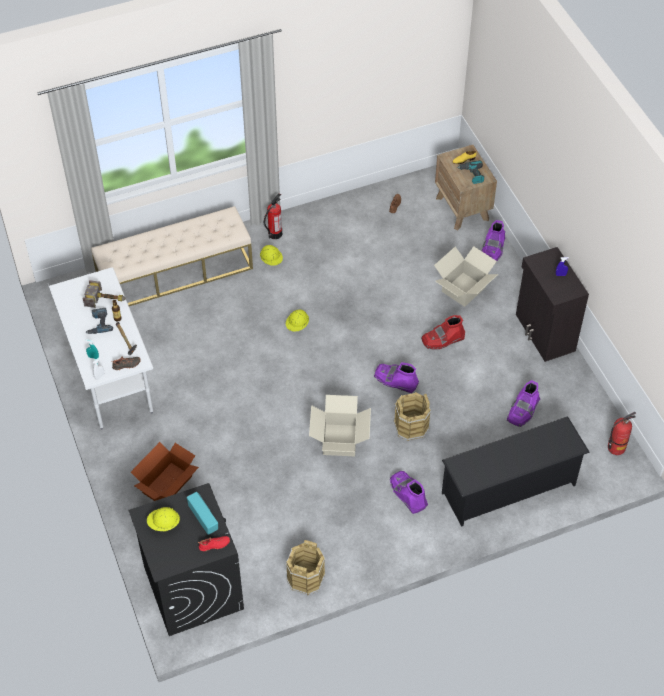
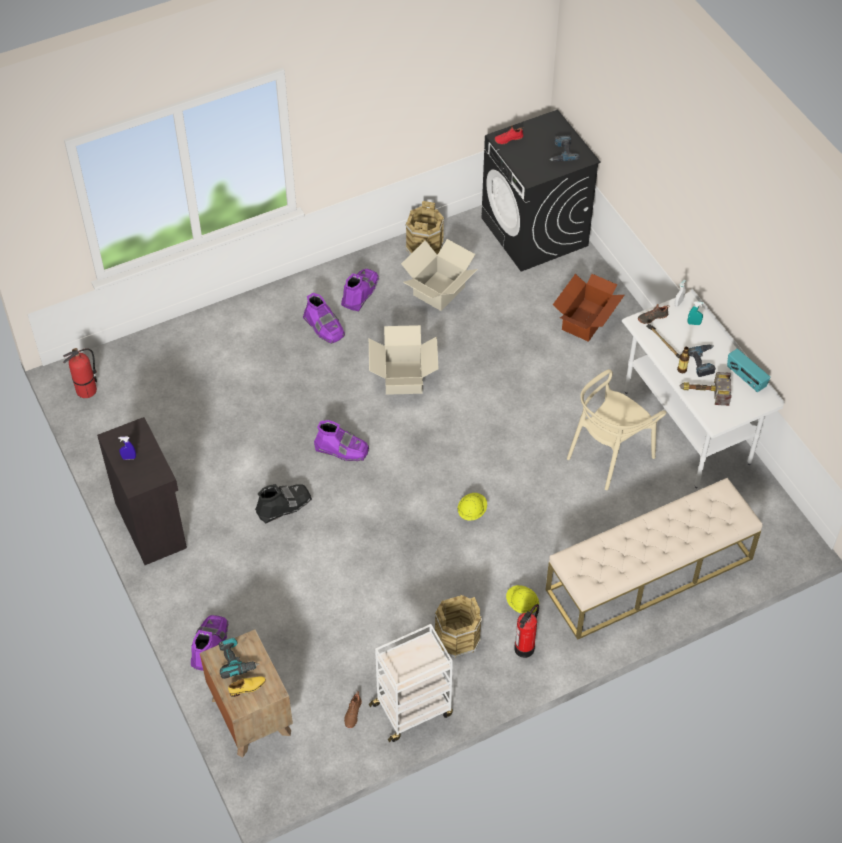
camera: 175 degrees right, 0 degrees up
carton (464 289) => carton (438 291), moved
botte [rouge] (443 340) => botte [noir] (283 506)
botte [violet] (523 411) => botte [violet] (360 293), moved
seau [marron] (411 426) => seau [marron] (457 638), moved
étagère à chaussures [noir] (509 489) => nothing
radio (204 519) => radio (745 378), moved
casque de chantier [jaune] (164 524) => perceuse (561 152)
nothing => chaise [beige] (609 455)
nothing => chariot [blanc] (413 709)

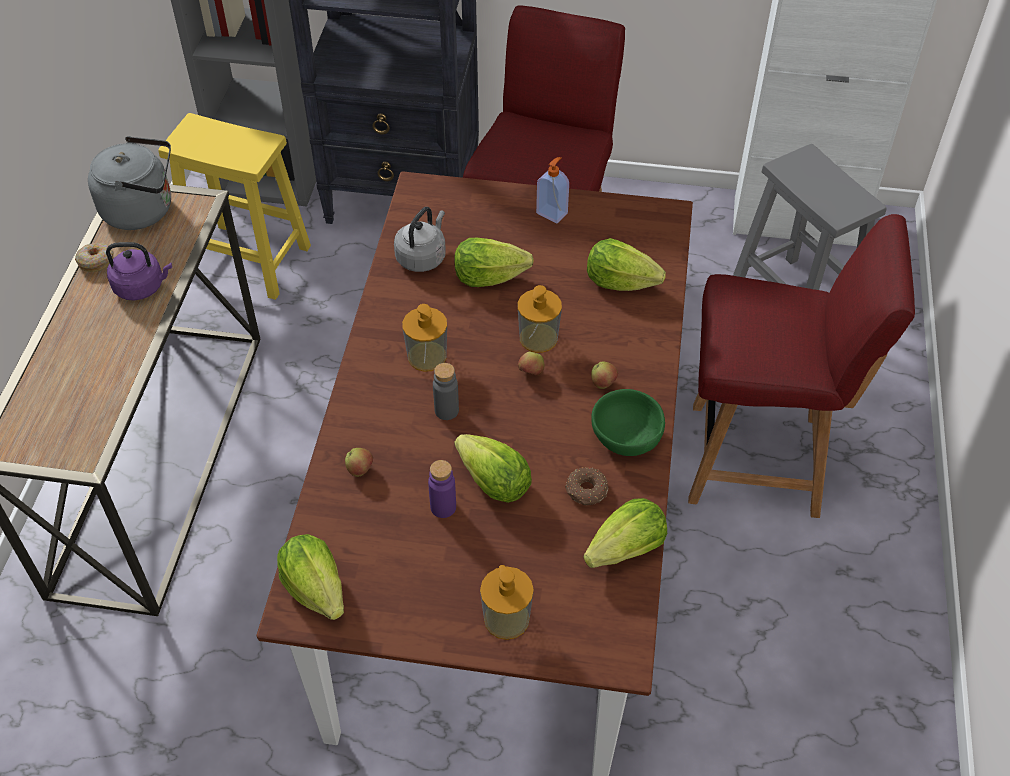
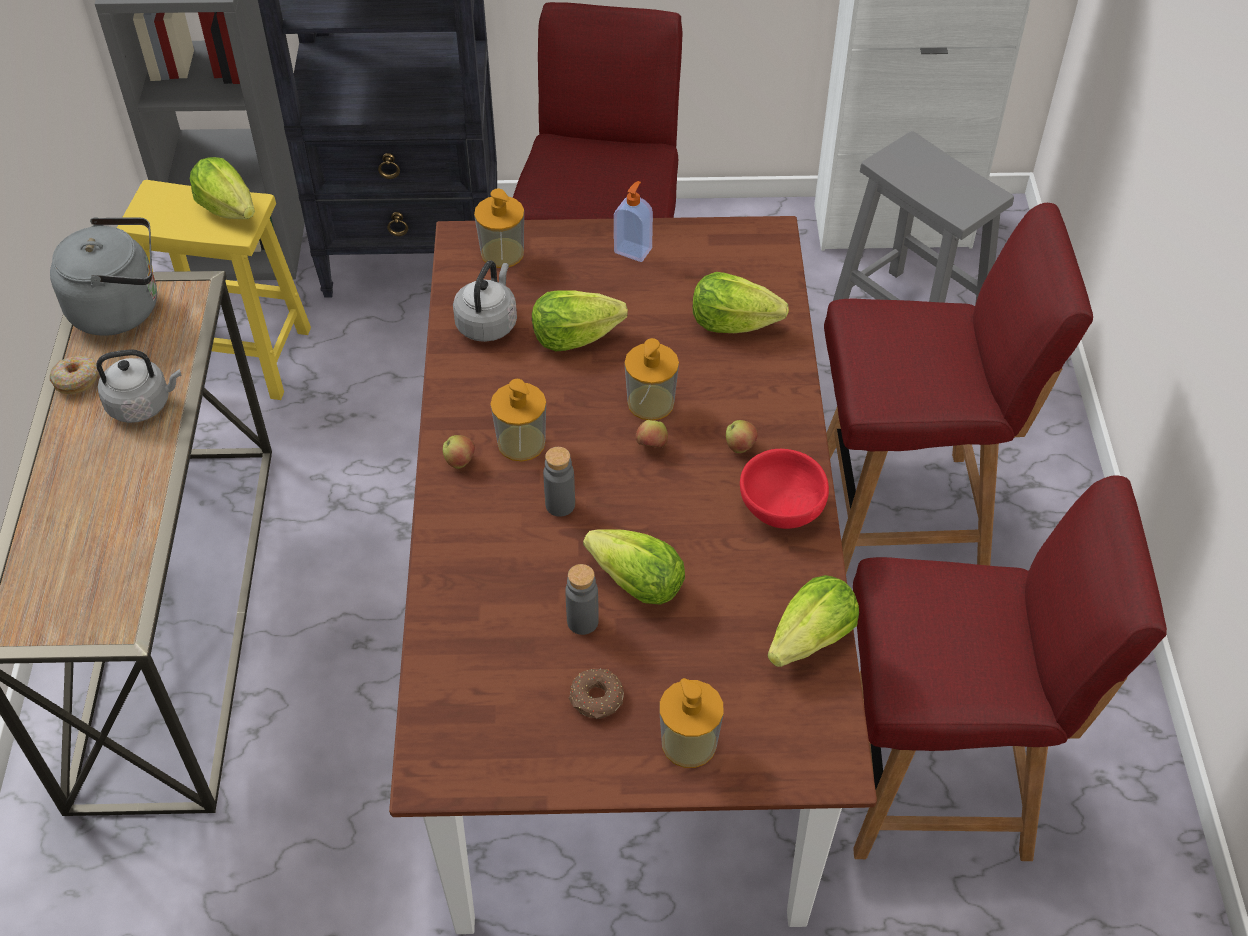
camera: 10 degrees left, 0 degrees up
bouilloire [violet] (142 287) => bouilloire [gris] (143 404)
bol [vert] (626 436) => bol [rouge] (782 506)
pomme (360 470) => pomme (460 462), moved
bouteille [violet] (443 507) => bouteille [gris] (582 621)
beignet (586 491) => beignet (596 699), moved
laitue (315 588) => laitue (228 208), moved
nothing => distributeur de savon (502 253)
nothing => chaise [rouge] (940 781)

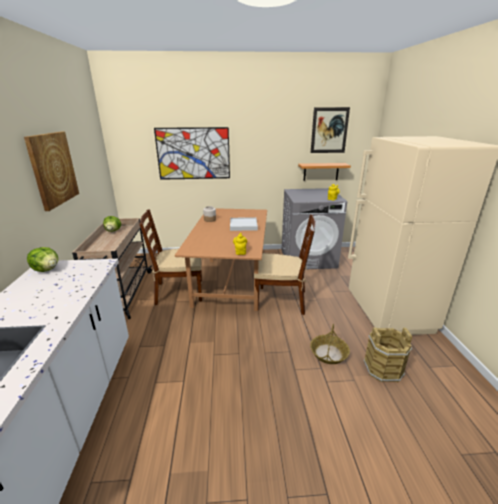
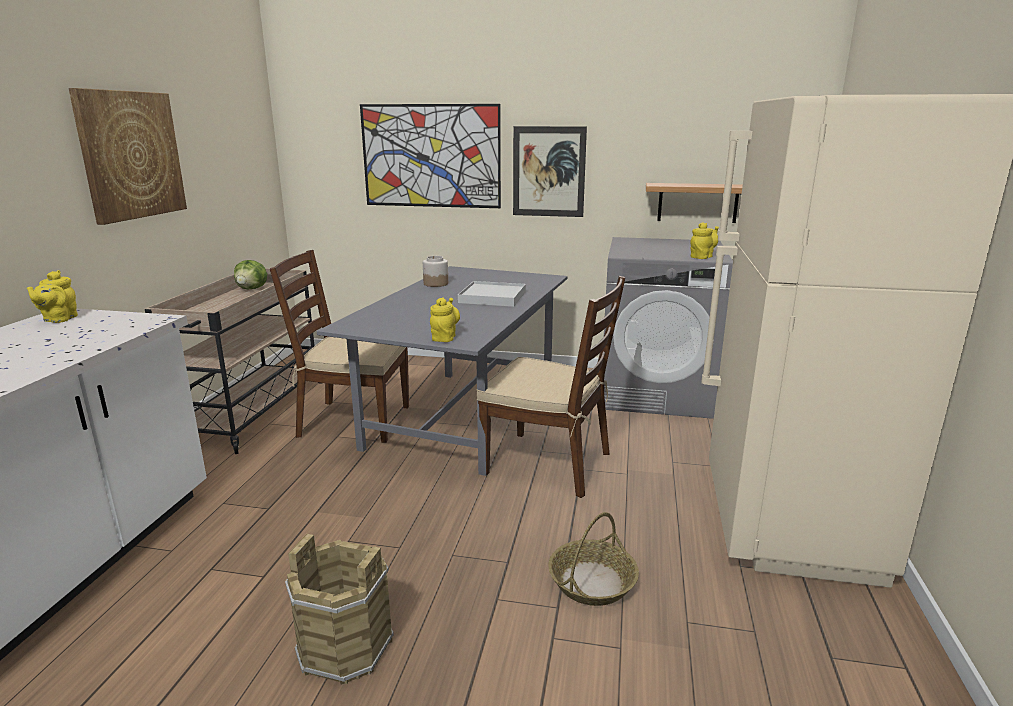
camera: 15 degrees right, 5 degrees down
tableau (329 130) => tableau (548 172), moved
table à manger [marron] (231 282) => table à manger [gris] (464 418)
laitue (47 269) => théière [jaune] (59 319)
seau [marron] (383 369) => seau [marron] (345 647), moved

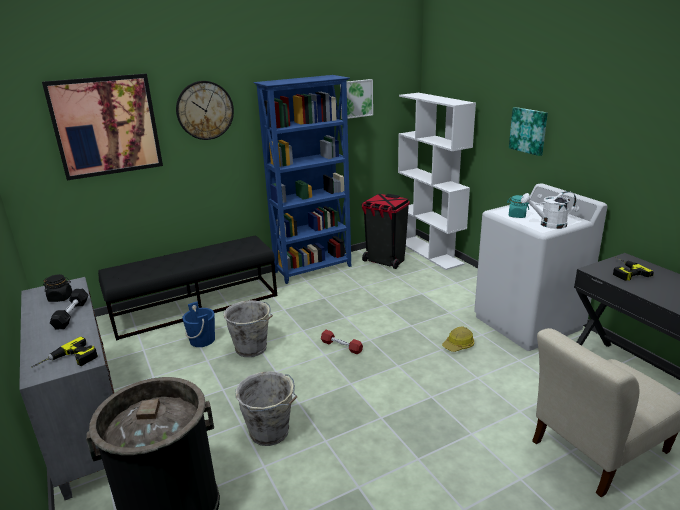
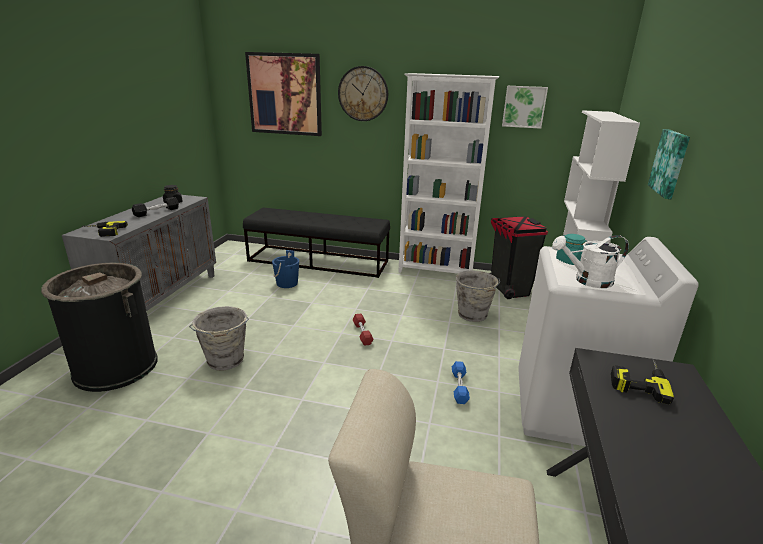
camera: 40 degrees right, 0 degrees up
bibliothèque [bleu] (314 269) => bibliothèque [blanc] (436 271)
arrosoir [blanc] (548 224) => arrosoir [blanc] (587 281), 45 degrees counterclockwise
seau [gris] (252 349) => seau [gris] (473 315), moved
casque de chantier (458 345) => haltère [bleu] (459 387)

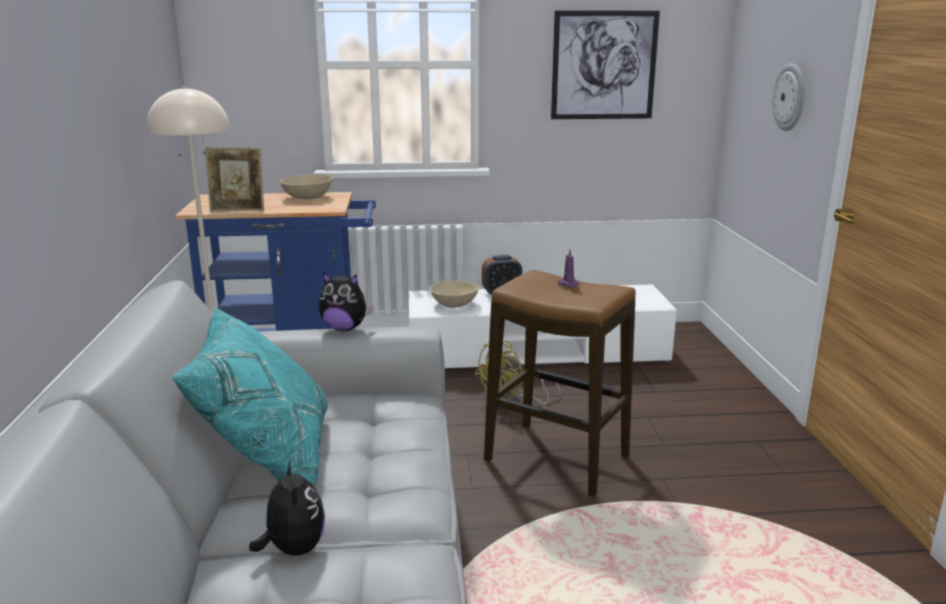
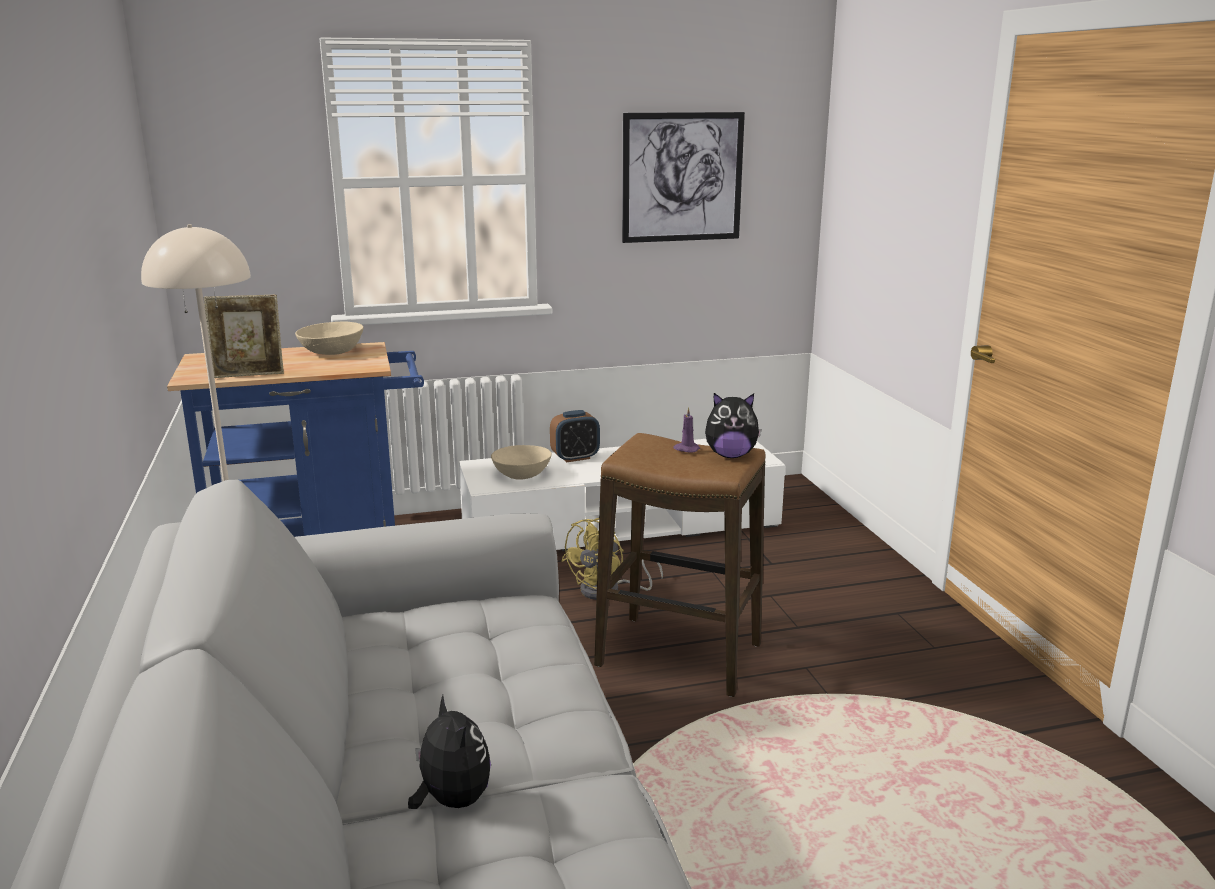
camera: 10 degrees left, 0 degrees up
horloge murale (790 97) => nothing
peluche (345 328) => peluche (730 455), moved
coussin [turquoise] (268 457) => nothing

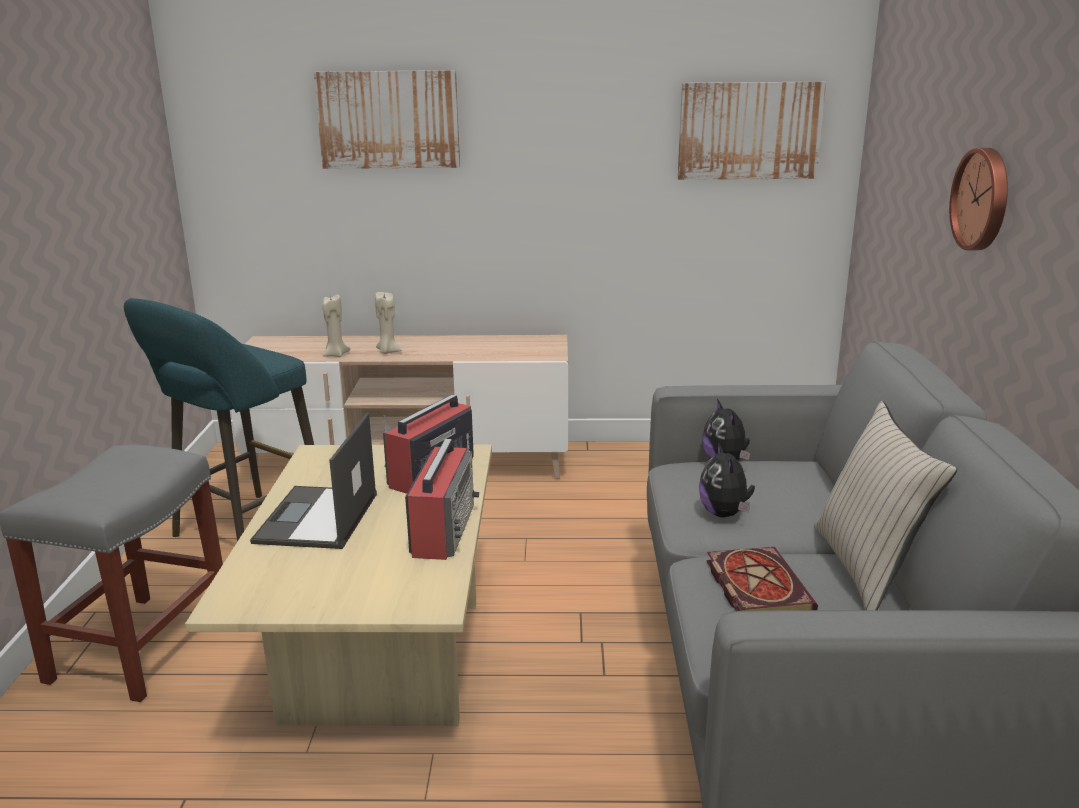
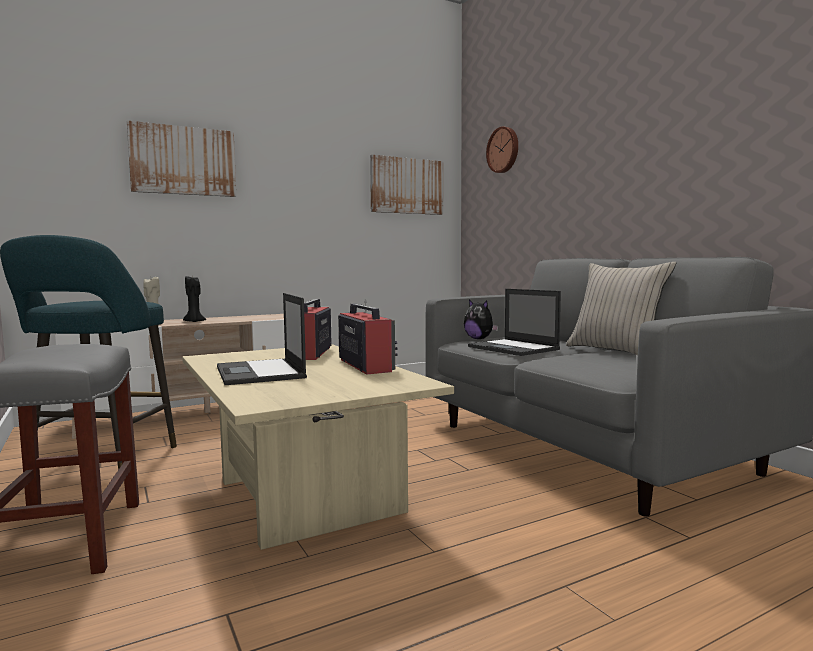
camera: 30 degrees left, 15 degrees down
horloge murale (983 199) => horloge murale (504 150), moved
bougie [beige] (387 352) => bougie [noir] (194 321)
peluche (724 514) => ordinateur portable (514 348)
livre (755 585) => nothing

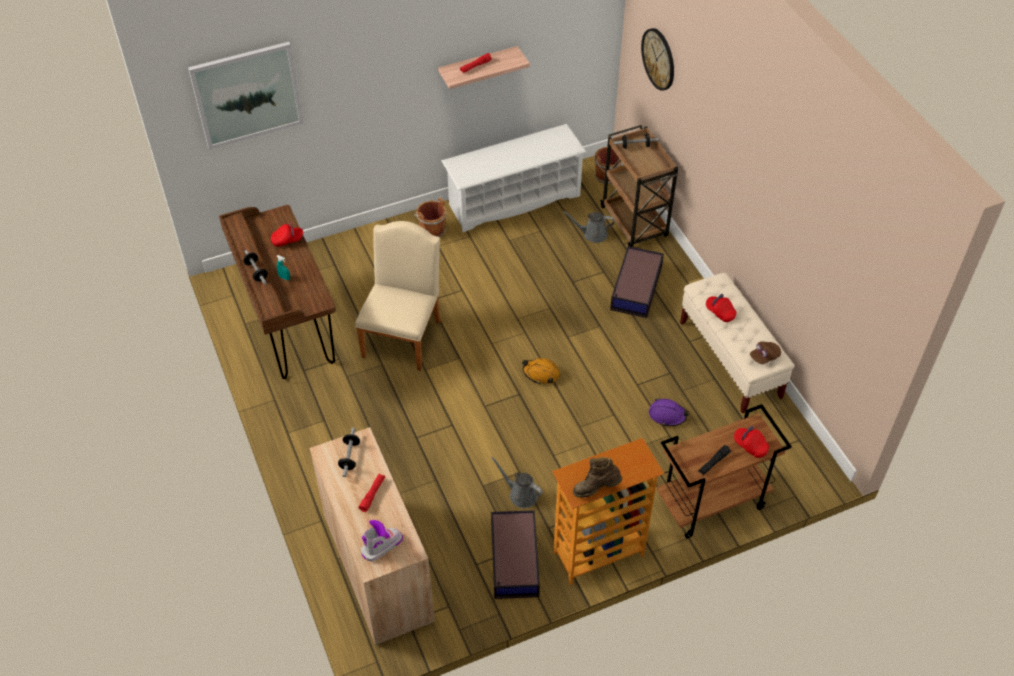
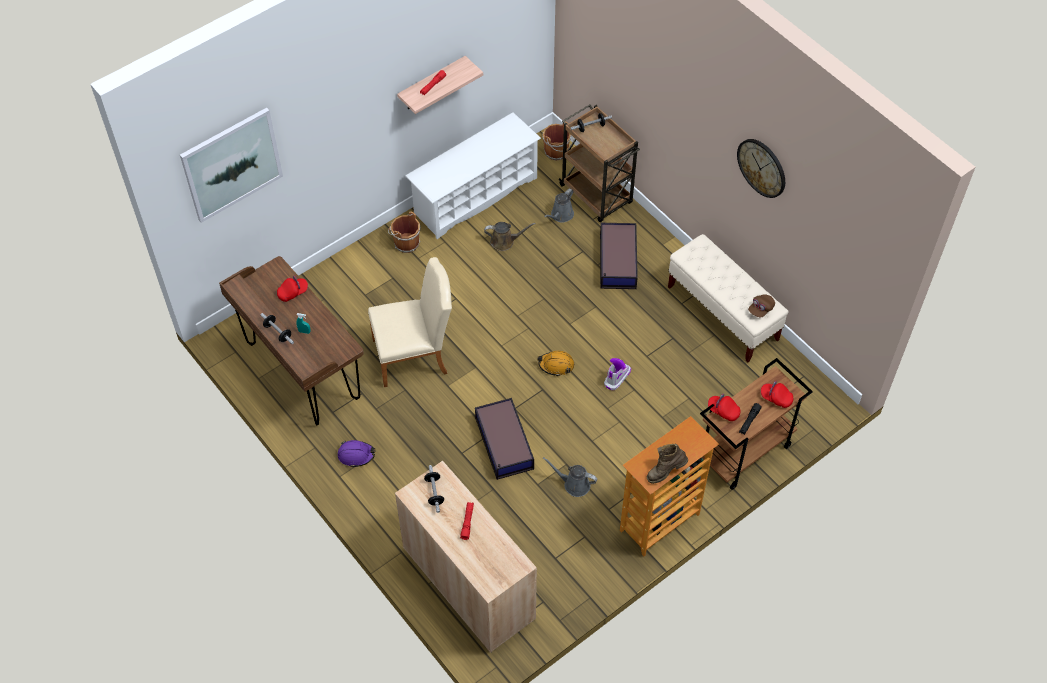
camera: 15 degrees left, 5 degrees up
horloge murale (658 59) => horloge murale (762 167), moved
arrosoir [gris] (592 234) => arrosoir [gris] (561 215), 45 degrees counterclockwise
chaise [beige] (404 334) => chaise [beige] (415 355), 75 degrees clockwise
casquette [rouge] (720 312) => casquette [rouge] (723 411), moved
casque de chantier [violet] (667 415) => casque de chantier [violet] (356 455), moved
boîte de rangement (514 560) => boîte de rangement (504 444), moved
botte (381 546) => botte (616 378), moved
nothing => arrosoir [marron] (504 241)

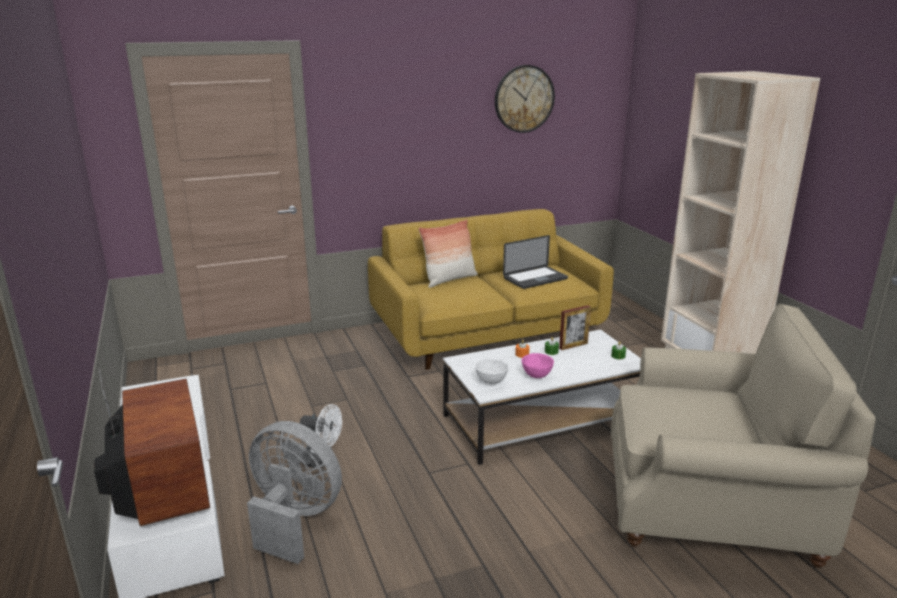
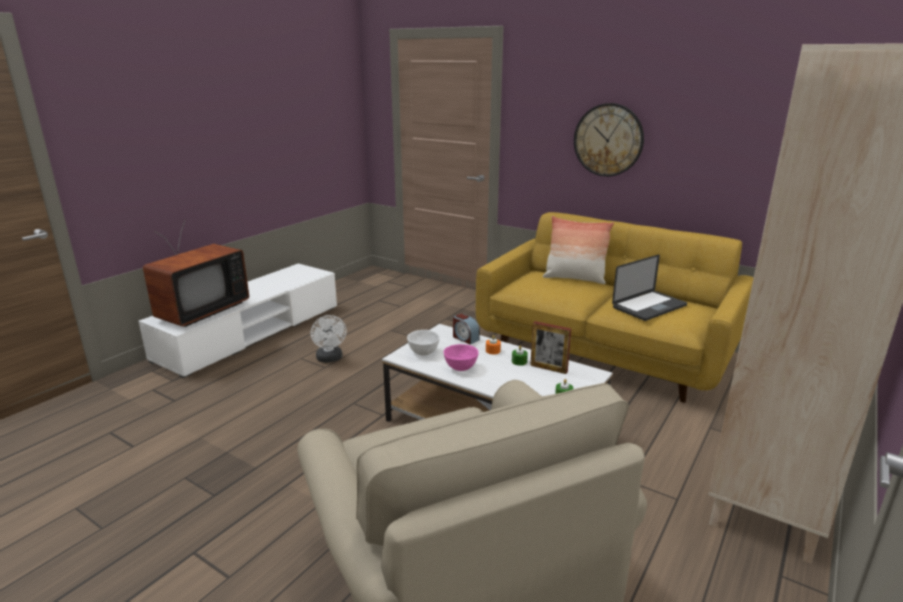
camera: 55 degrees right, 0 degrees up
horloge murale (524 99) => horloge murale (608 140), moved
ordinateur portable (535 279) => ordinateur portable (649 307), 60 degrees counterclockwise
ventilateur [gris] (294 519) => nothing
nothing => réveil (465 338)

